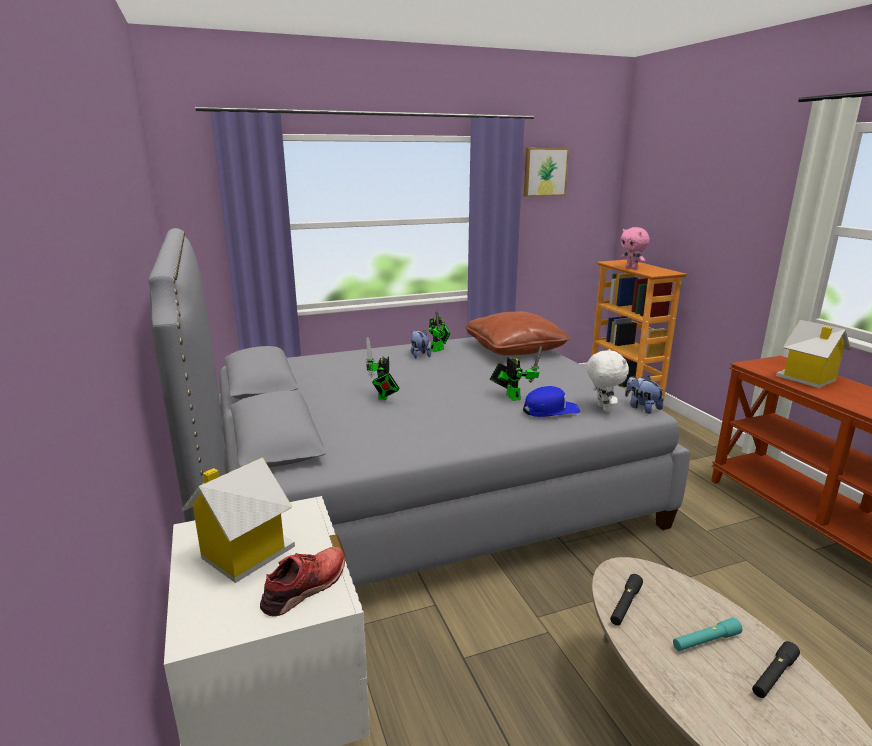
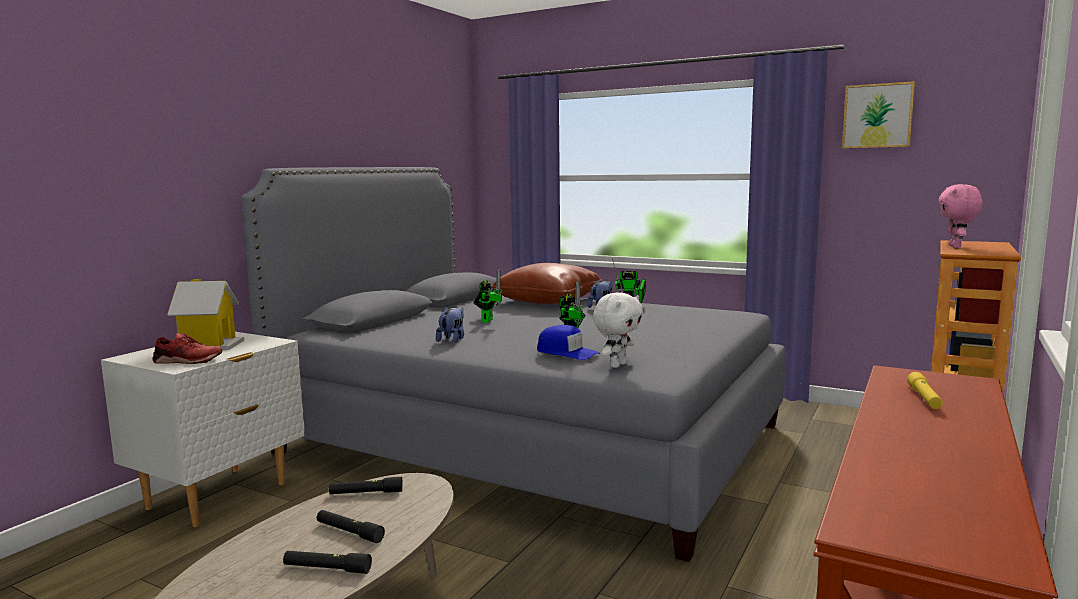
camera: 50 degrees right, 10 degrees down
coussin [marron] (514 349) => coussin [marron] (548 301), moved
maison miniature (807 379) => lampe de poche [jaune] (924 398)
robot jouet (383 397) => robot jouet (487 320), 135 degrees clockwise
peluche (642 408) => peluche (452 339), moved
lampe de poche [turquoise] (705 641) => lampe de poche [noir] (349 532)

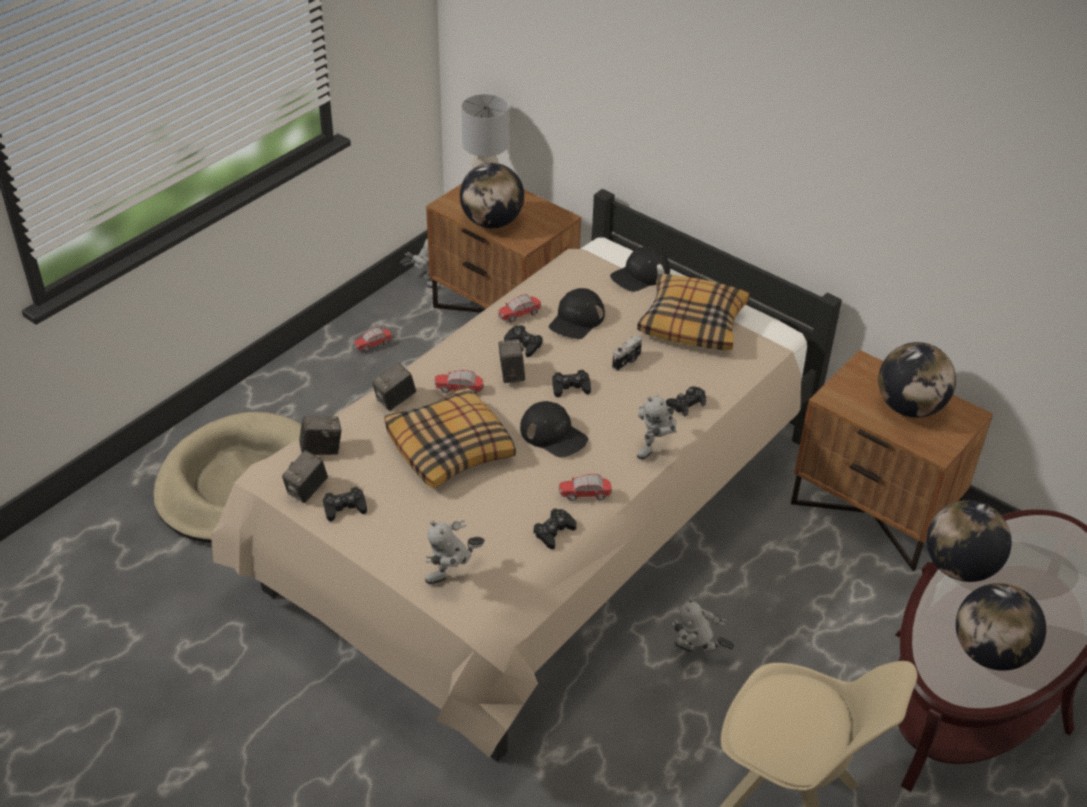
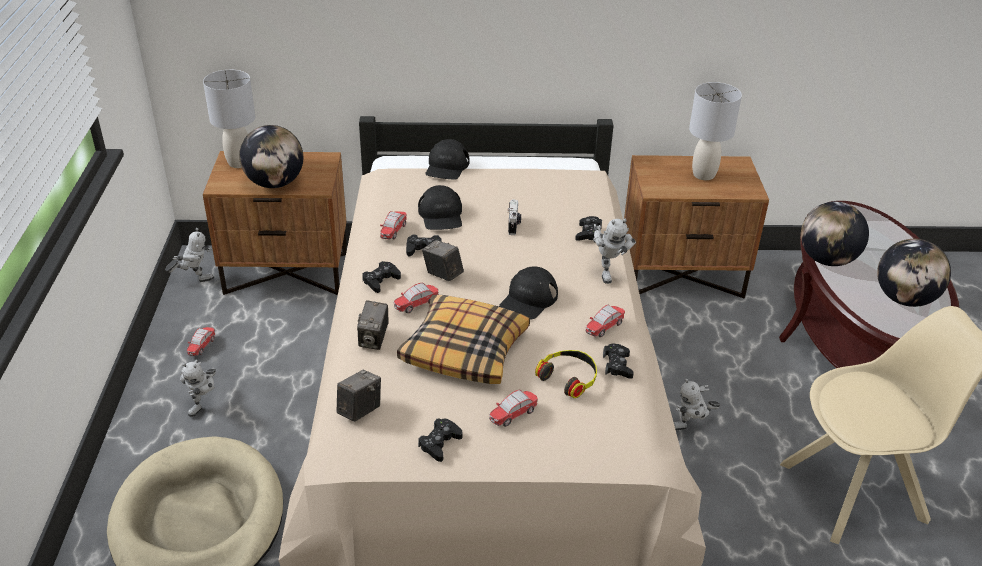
camera: 40 degrees left, 5 degrees down
coussin (692 322) => nothing
globe (909 407) => lampe de table [gris] (704 175)
manette [noir] (570 387) => manette [noir] (381 280), moved
casquette [noir] (553 435) => casquette [noir] (528 299), 120 degrees clockwise
appareil photo (307 490) => nothing
robot jouet (453 576) => robot jouet (205 404), moved
nothing => casque audio (568 377)
nothing => petite voiture (513 415)

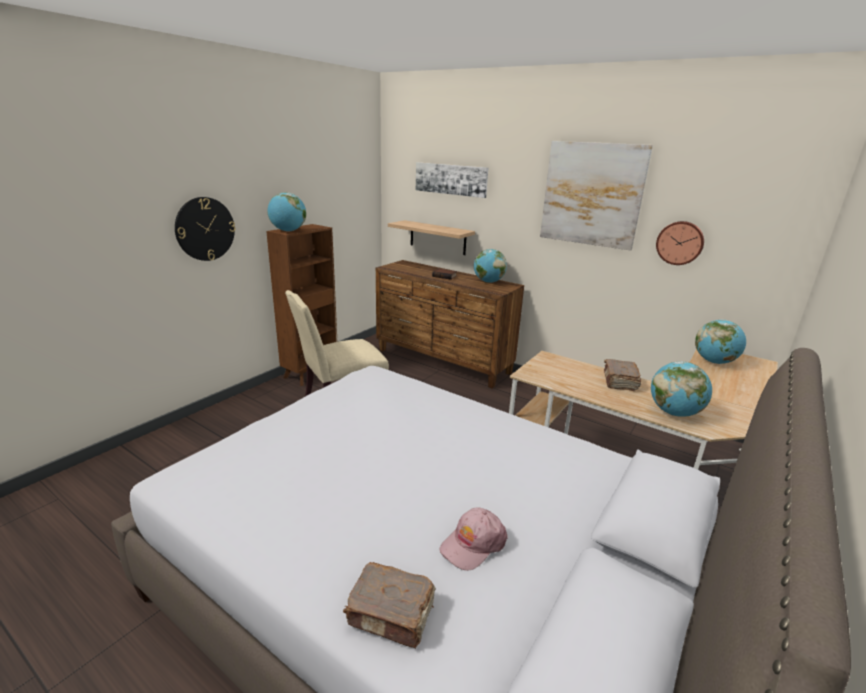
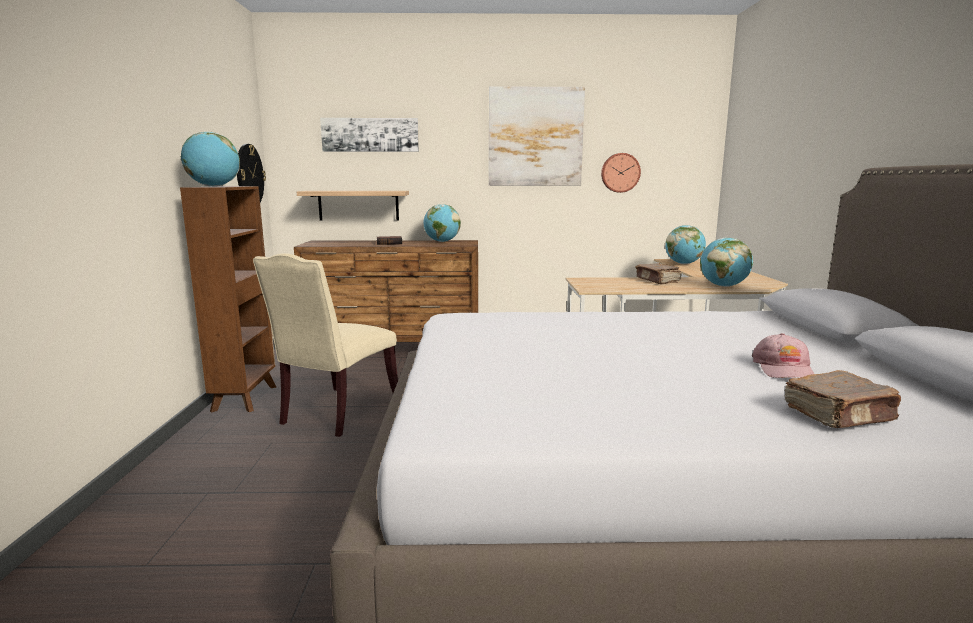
camera: 35 degrees left, 10 degrees down
horloge murale (205 229) => horloge murale (249 175), moved

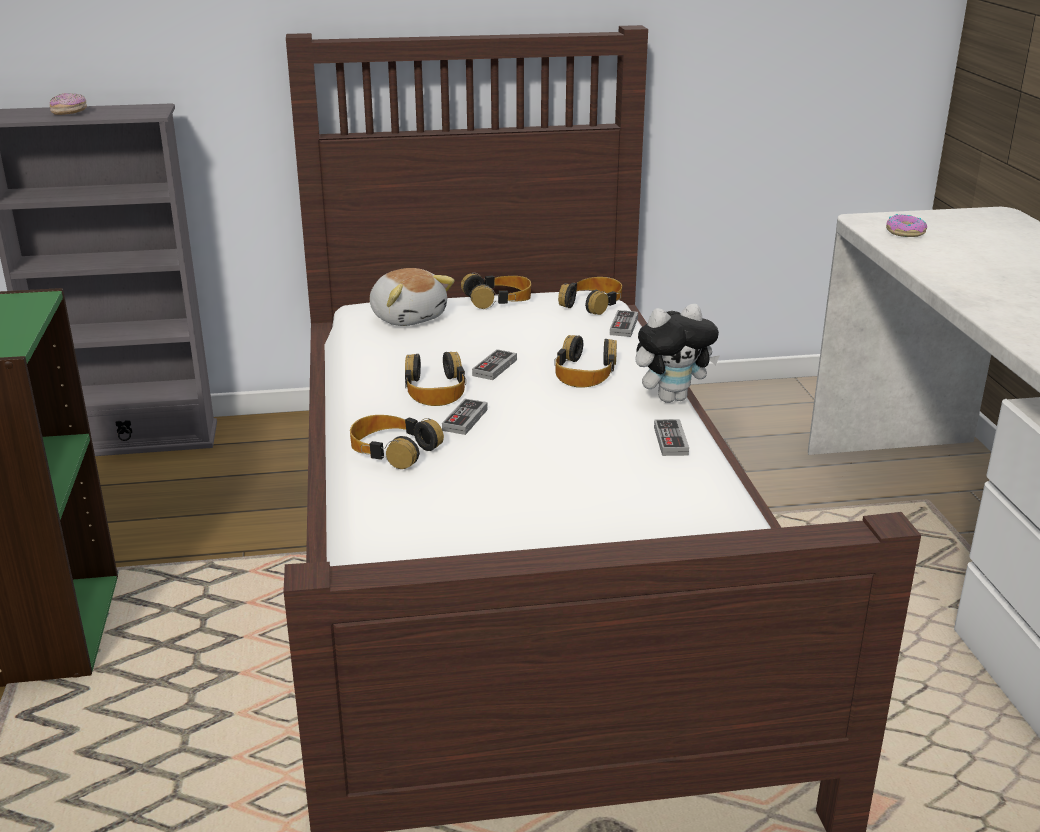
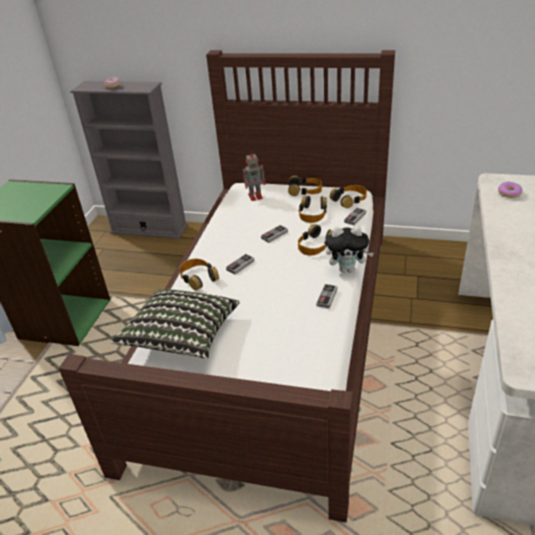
camera: 25 degrees right, 10 degrees up
peluche (408 317) => robot jouet (256 196)
casque audio (435 389) => casque audio (312 213), moved
nothing => coussin (181 337)

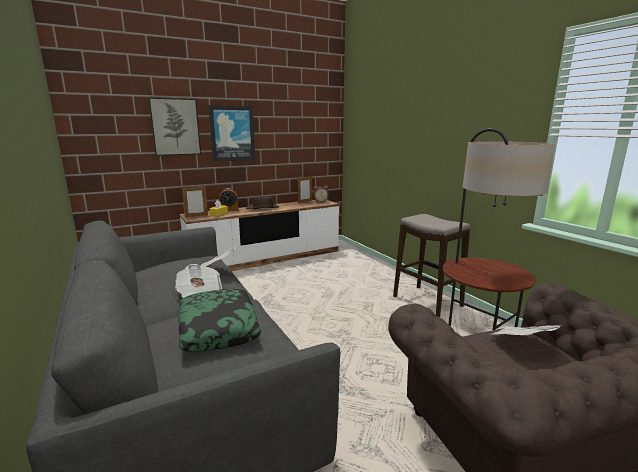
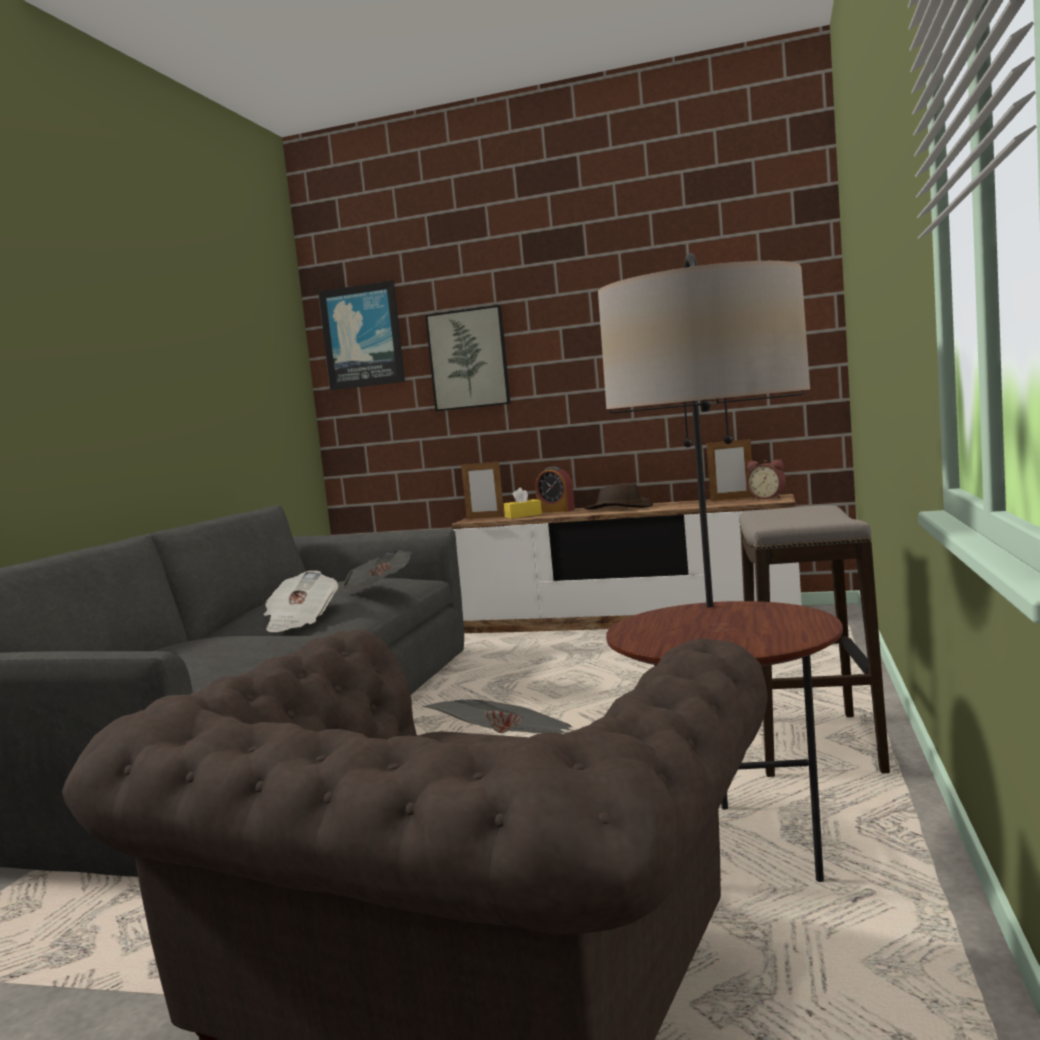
camera: 45 degrees right, 10 degrees down
tableau (232 133) => tableau (362 336), moved
coussin (218 328) => nothing

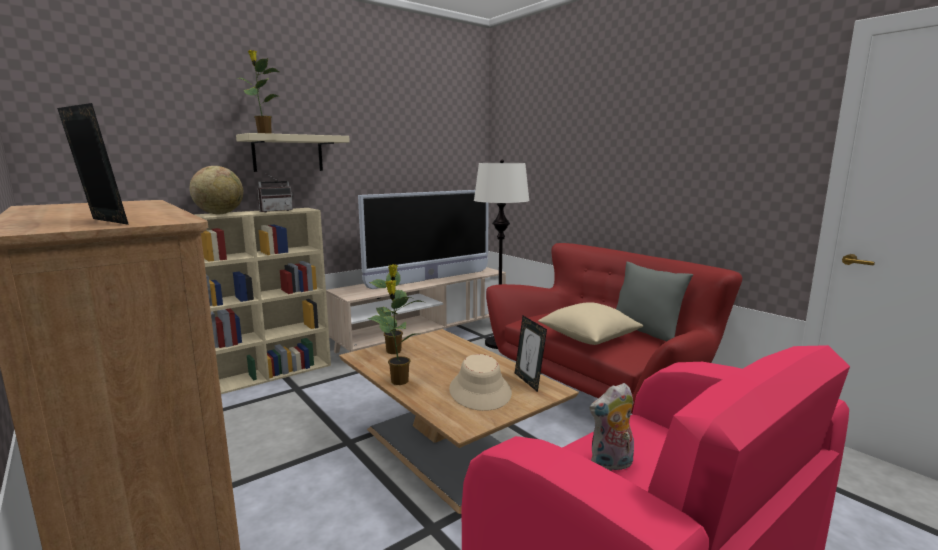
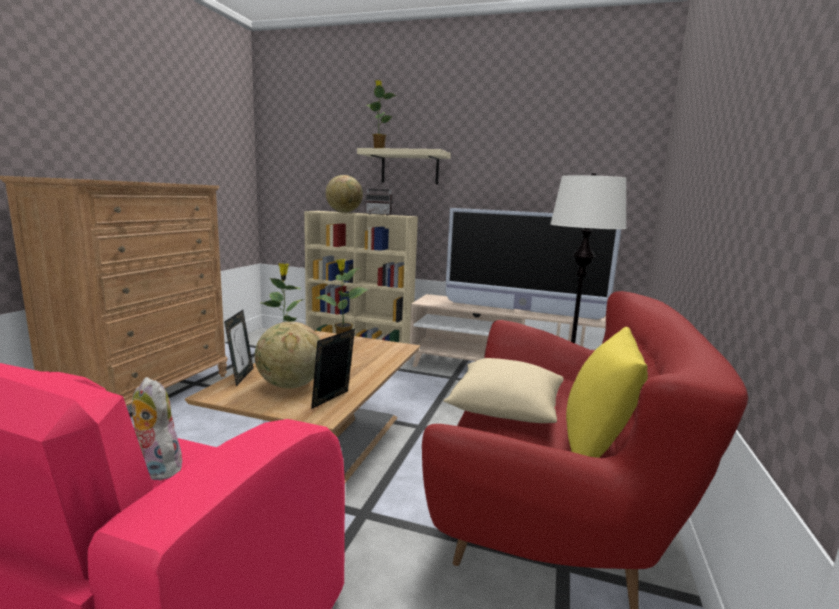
camera: 55 degrees right, 0 degrees up
cadre photo (102 222) => cadre photo (241 376), moved
coussin [gris] (646 334) => coussin [jaune] (596 445)
chapeau [beige] (480 391) => globe (290 386)

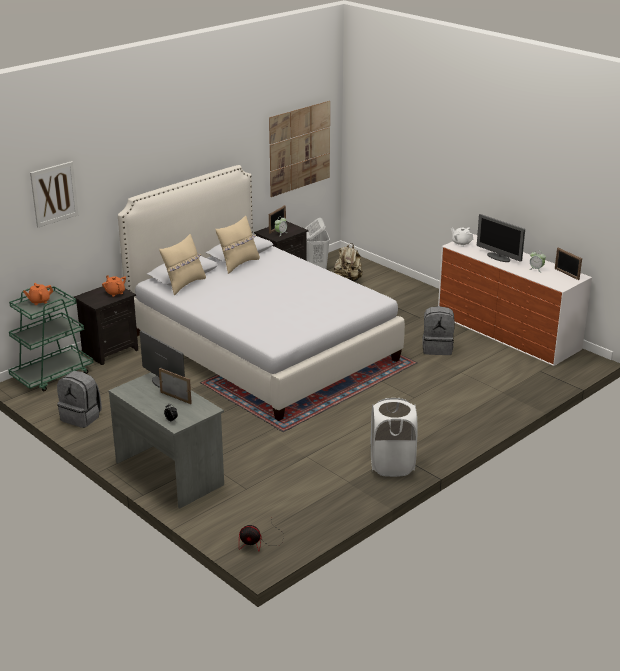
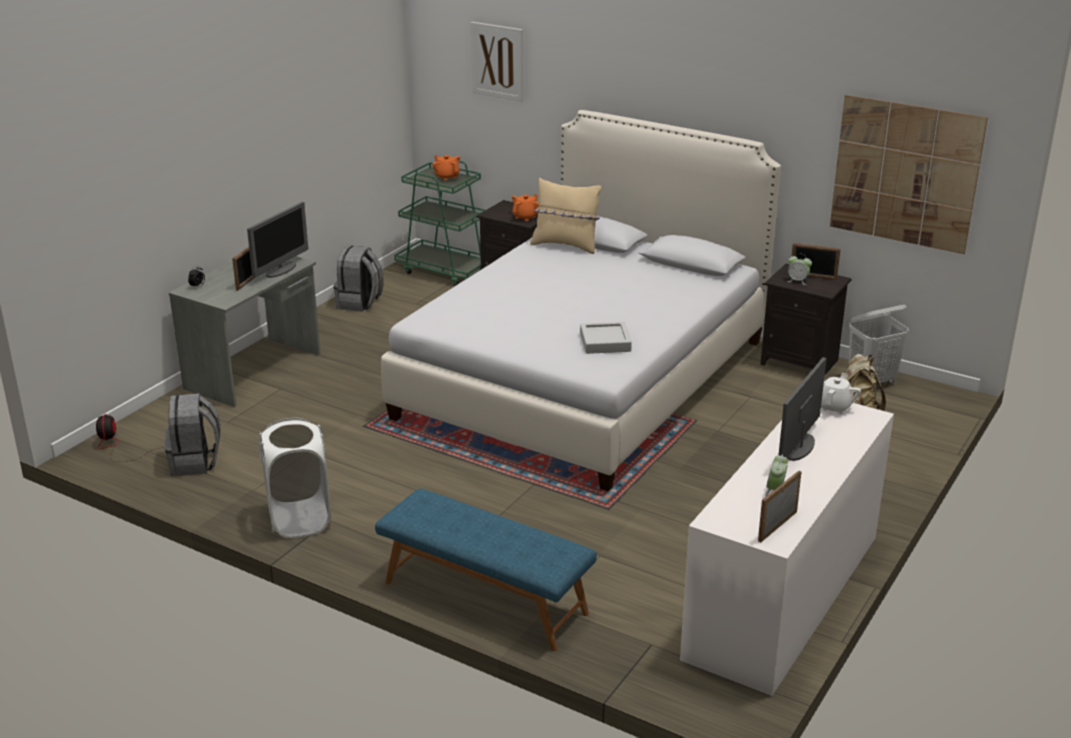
camera: 75 degrees right, 0 degrees up
coussin [beige] (238 264) => nothing
sac à dos [gris] (437 348) => sac à dos [gris] (195 462), moved
nothing => plateau [gris] (605 342)
nothing => banc [bleu] (484 598)

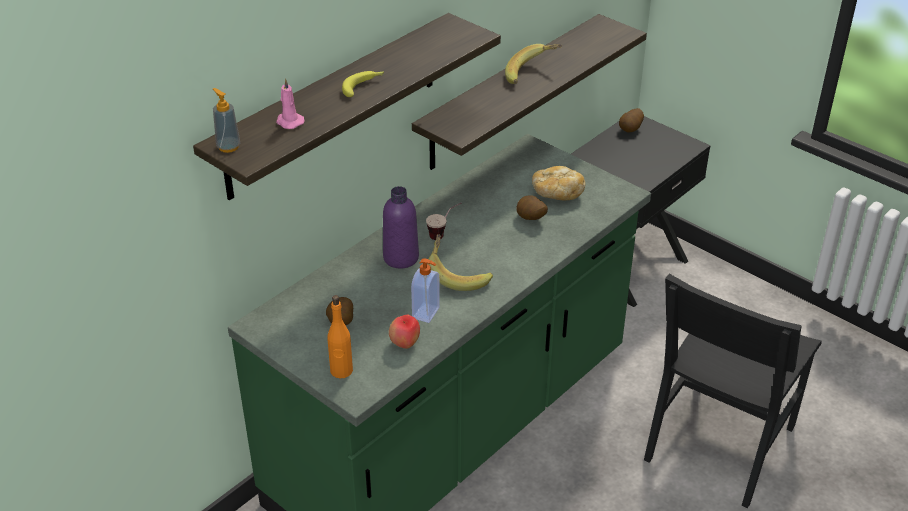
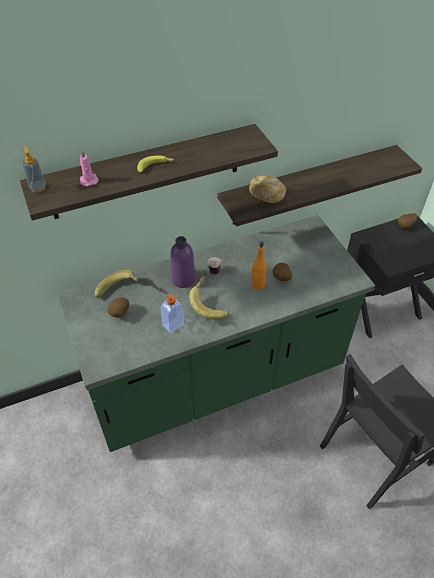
camera: 25 degrees right, 10 degrees up
banane (532 75) => banane (119 292), moved
pain (556 194) => pain (266 196), moved
bouteille [orange] (341 371) => bouteille [orange] (257 285), moved
pomme (405 344) => nothing

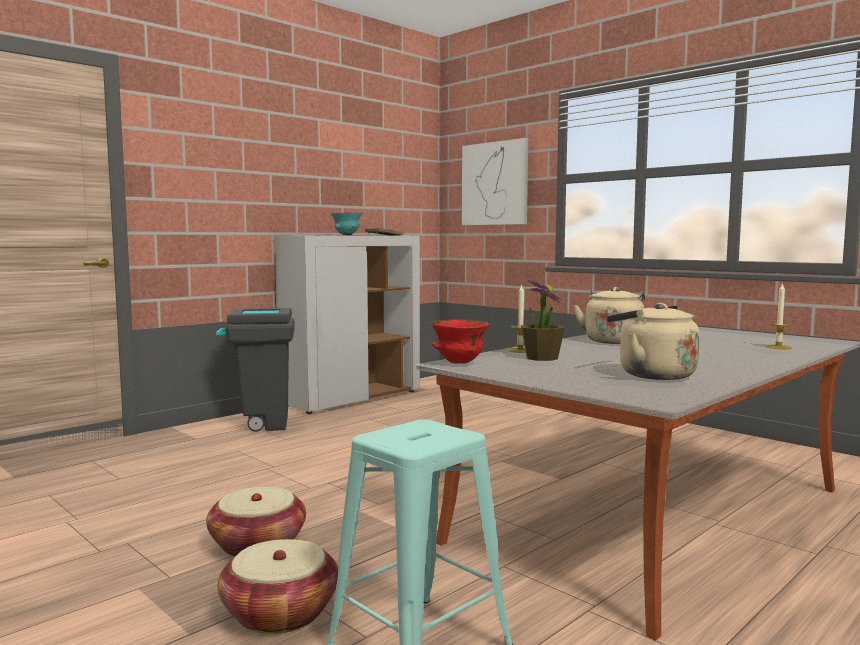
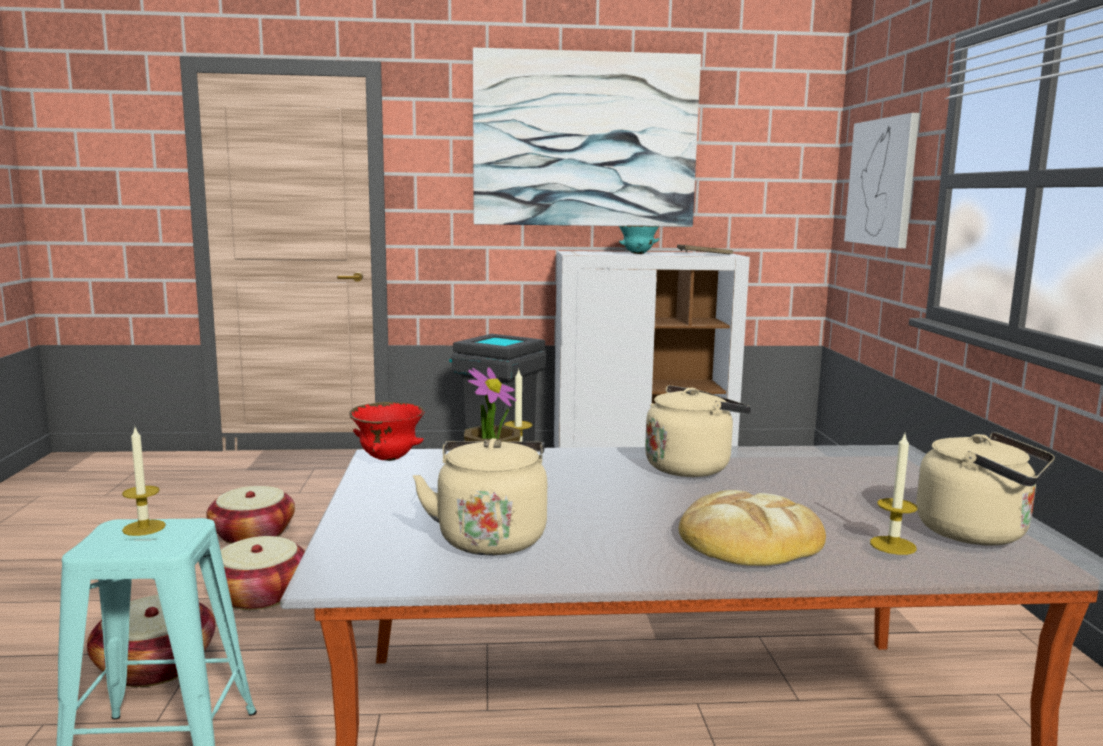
camera: 40 degrees right, 5 degrees up
nothing => tableau (585 140)
nothing => bougie (144 528)
nothing => bouilloire [beige] (978 533)
nothing => panier (253 535)
nothing => pain (749 539)

